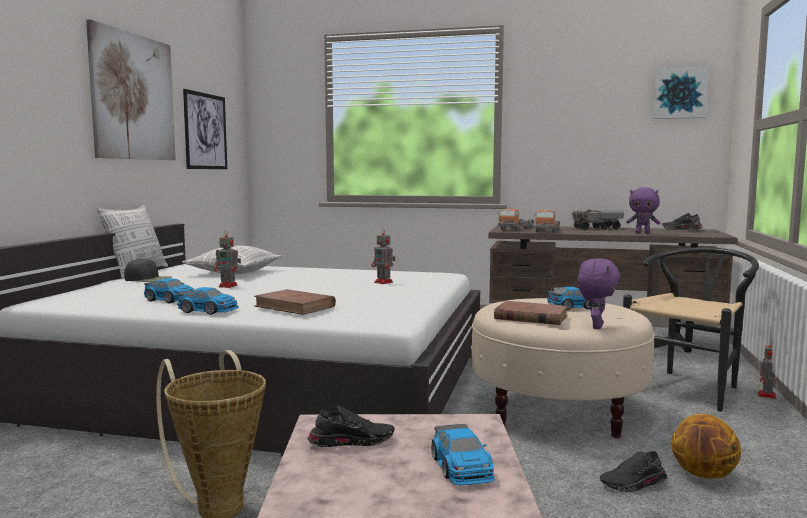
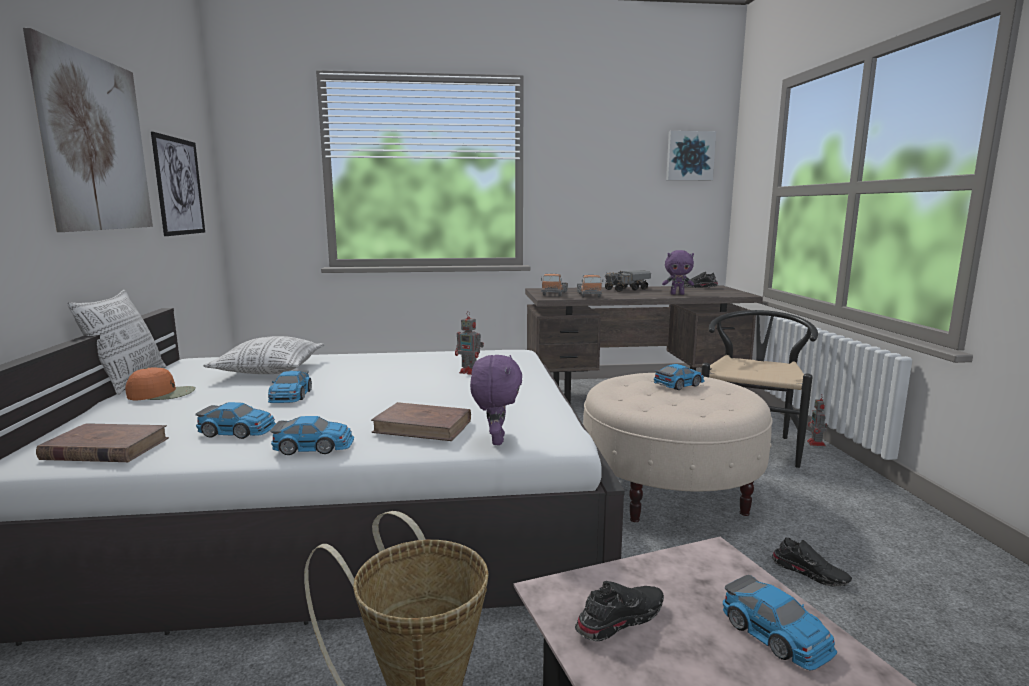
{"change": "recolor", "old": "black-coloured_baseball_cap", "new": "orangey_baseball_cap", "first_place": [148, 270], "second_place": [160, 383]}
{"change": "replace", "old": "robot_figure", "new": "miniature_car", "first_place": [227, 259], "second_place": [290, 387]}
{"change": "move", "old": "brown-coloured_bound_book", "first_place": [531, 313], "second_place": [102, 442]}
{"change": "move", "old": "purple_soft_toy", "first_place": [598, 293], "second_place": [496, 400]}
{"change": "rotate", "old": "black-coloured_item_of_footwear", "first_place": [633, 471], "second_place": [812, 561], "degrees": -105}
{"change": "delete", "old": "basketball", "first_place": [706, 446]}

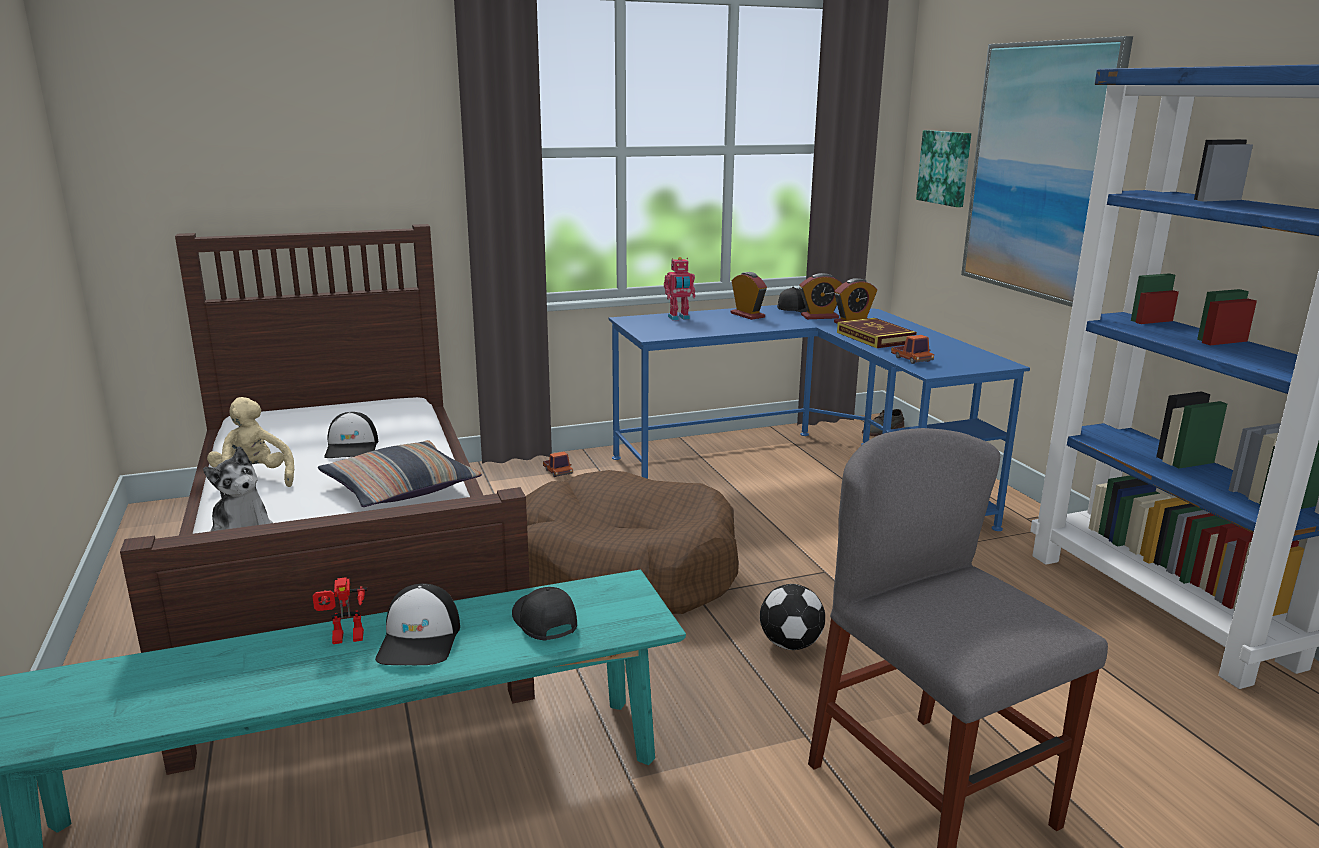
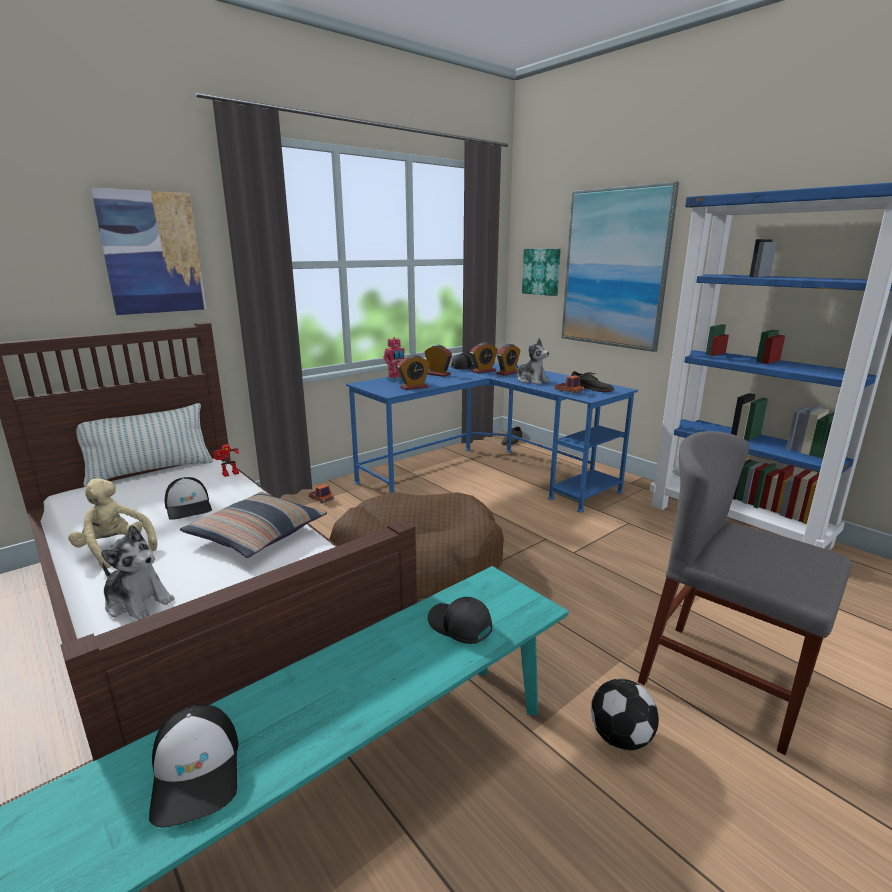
{"change": "move", "old": "robot_figure", "first_place": [340, 610], "second_place": [226, 460]}
{"change": "move", "old": "baseball_cap", "first_place": [417, 624], "second_place": [194, 766]}
{"change": "move", "old": "football_ball", "first_place": [792, 617], "second_place": [625, 715]}
{"change": "replace", "old": "bound_book", "new": "soft_toy", "first_place": [877, 333], "second_place": [532, 361]}
{"change": "insert", "new": "pillow", "second_place": [144, 445]}
{"change": "insert", "new": "picture", "second_place": [148, 251]}
{"change": "insert", "new": "alarm_clock", "second_place": [413, 372]}
{"change": "insert", "new": "gray_item_of_footwear", "second_place": [592, 381]}

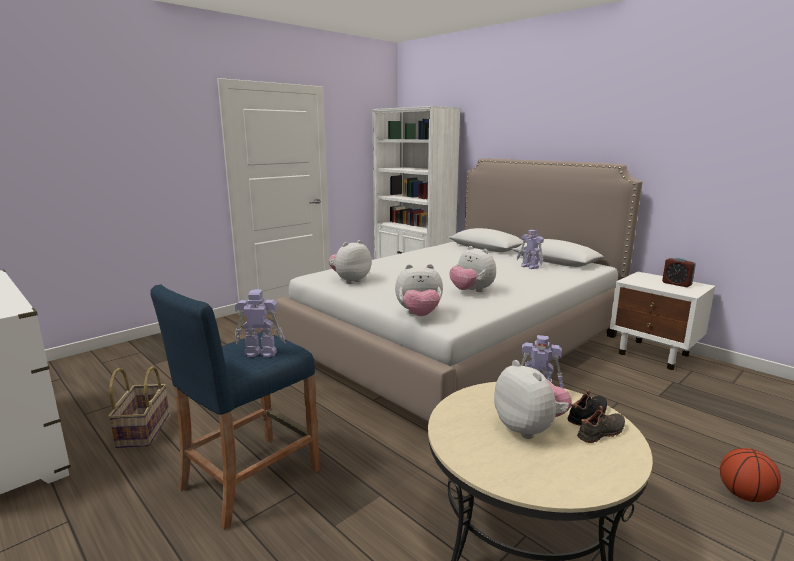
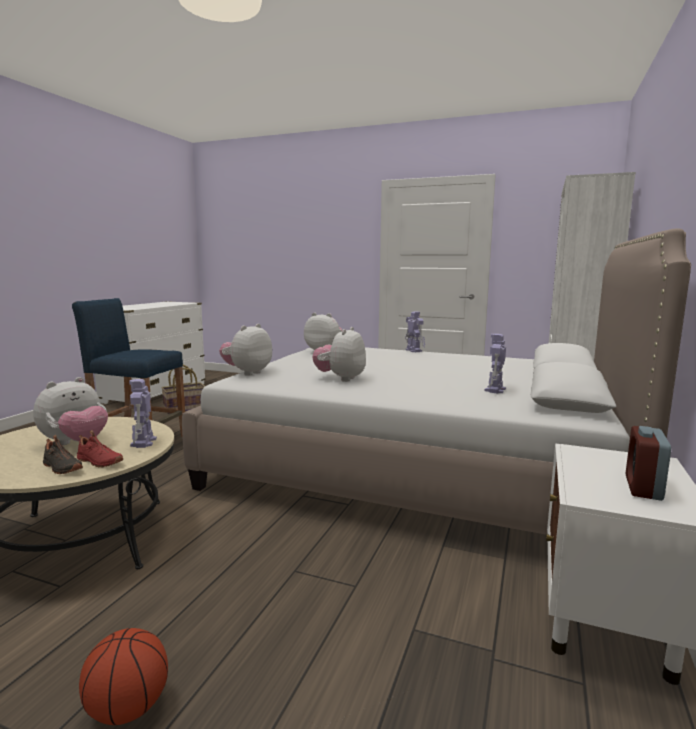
{"change": "move", "old": "robot_figure", "first_place": [260, 323], "second_place": [415, 332]}
{"change": "rotate", "old": "soft_toy", "first_place": [419, 290], "second_place": [245, 350], "degrees": 60}
{"change": "recolor", "old": "black-coloured_item_of_footwear", "new": "reddish_item_of_footwear", "first_place": [587, 407], "second_place": [100, 448]}

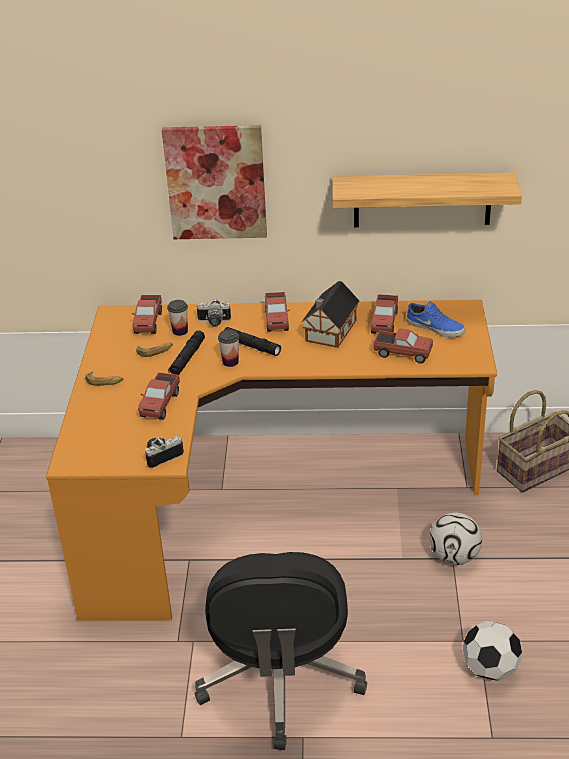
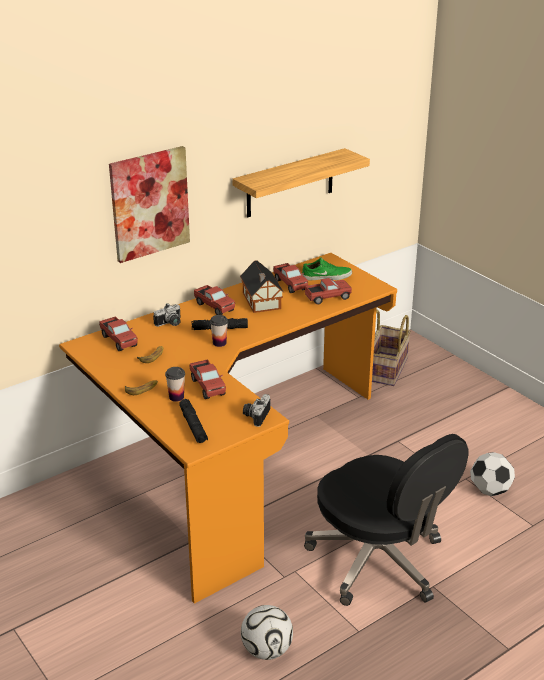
{"change": "move", "old": "cup", "first_place": [177, 318], "second_place": [175, 384]}
{"change": "move", "old": "black-coloured_torch", "first_place": [186, 352], "second_place": [193, 421]}
{"change": "recolor", "old": "blue_item_of_footwear", "new": "green-coloured_item_of_footwear", "first_place": [436, 319], "second_place": [327, 268]}
{"change": "move", "old": "football_ball", "first_place": [456, 538], "second_place": [267, 632]}

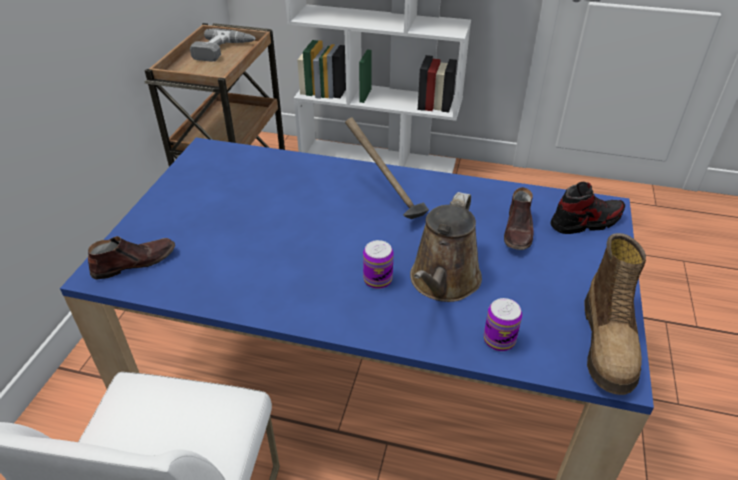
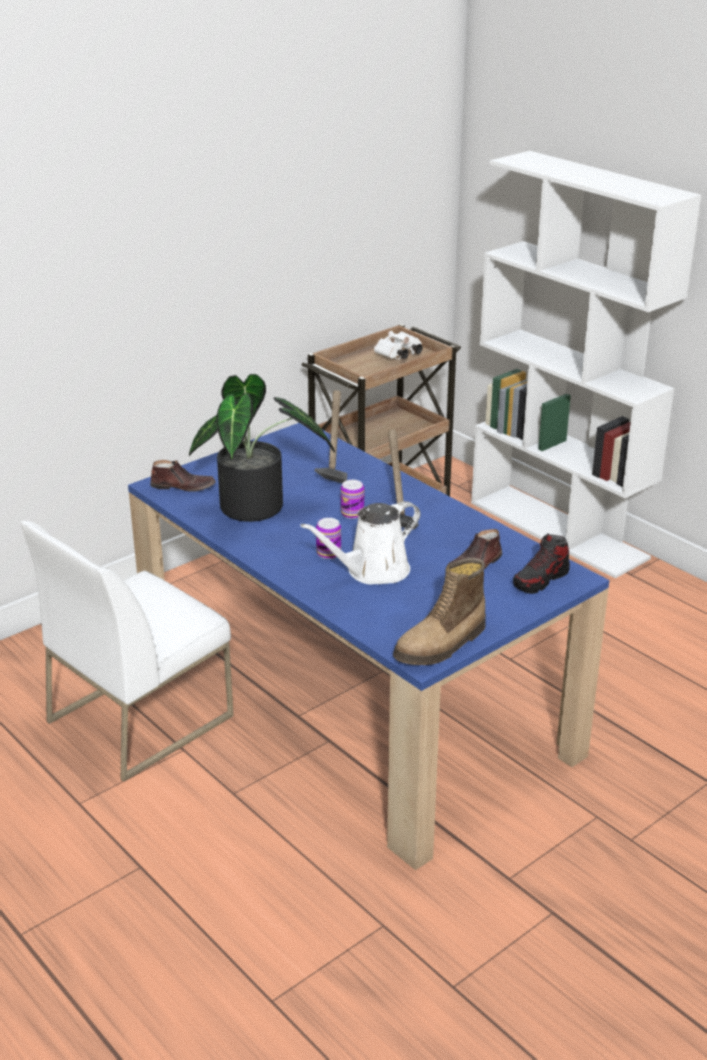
{"change": "replace", "old": "electric_drill", "new": "white_binoculars", "first_place": [223, 45], "second_place": [398, 345]}
{"change": "recolor", "old": "brown-coloured_watering_pot", "new": "white_watering_pot", "first_place": [446, 247], "second_place": [360, 542]}
{"change": "move", "old": "can", "first_place": [503, 324], "second_place": [352, 499]}
{"change": "rotate", "old": "item_of_footwear", "first_place": [587, 208], "second_place": [541, 563], "degrees": 120}
{"change": "insert", "new": "plant_in_a_pot", "second_place": [262, 448]}
{"change": "insert", "new": "tool_hammer", "second_place": [331, 436]}

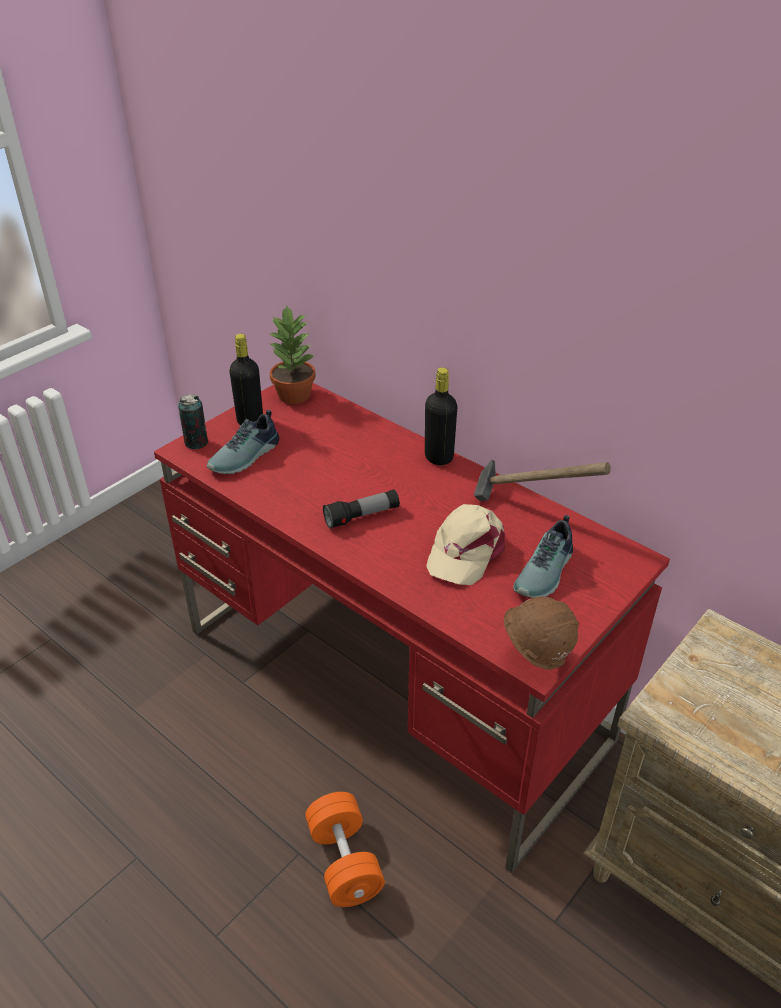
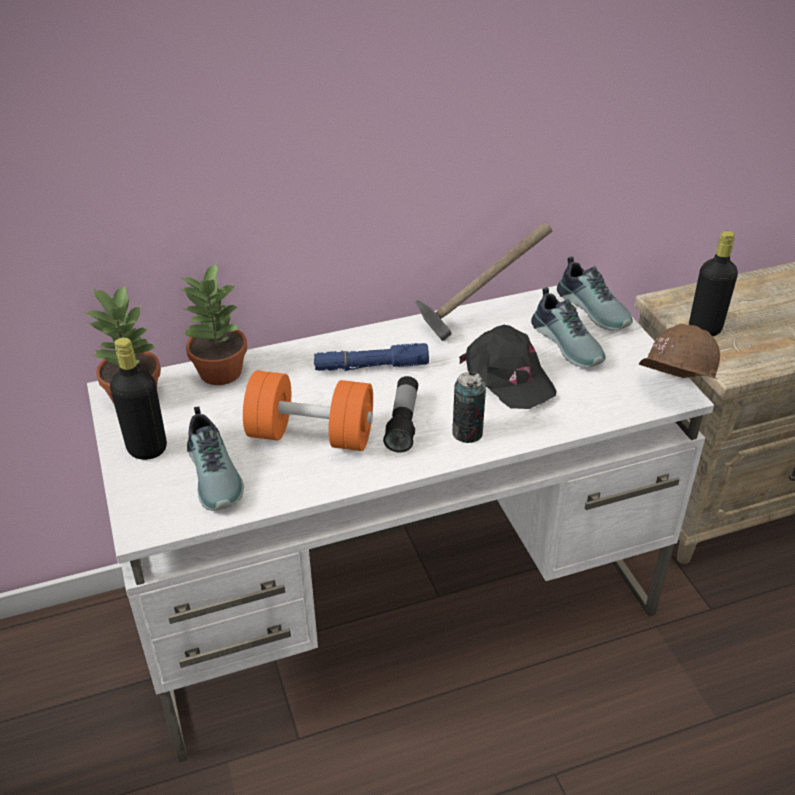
{"change": "recolor", "old": "reddish_desk_unit", "new": "white_desk_unit", "first_place": [412, 628], "second_place": [400, 524]}
{"change": "move", "old": "can", "first_place": [193, 421], "second_place": [469, 407]}
{"change": "move", "old": "orangey_free_weight", "first_place": [345, 849], "second_place": [308, 411]}
{"change": "move", "old": "black-coloured_beverage_bottle", "first_place": [441, 416], "second_place": [713, 283]}
{"change": "recolor", "old": "beige-coloured_baseball_cap", "new": "black-coloured_baseball_cap", "first_place": [465, 544], "second_place": [507, 367]}
{"change": "insert", "new": "plant_in_a_pot", "second_place": [214, 323]}
{"change": "insert", "new": "blue_torch", "second_place": [371, 357]}
{"change": "insert", "new": "item_of_footwear", "second_place": [595, 293]}

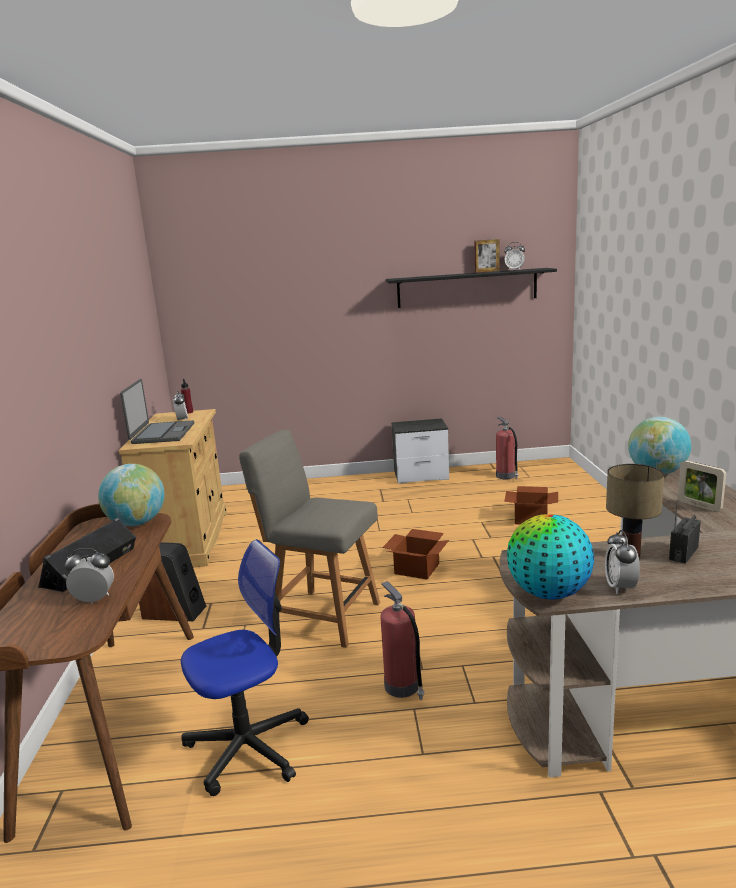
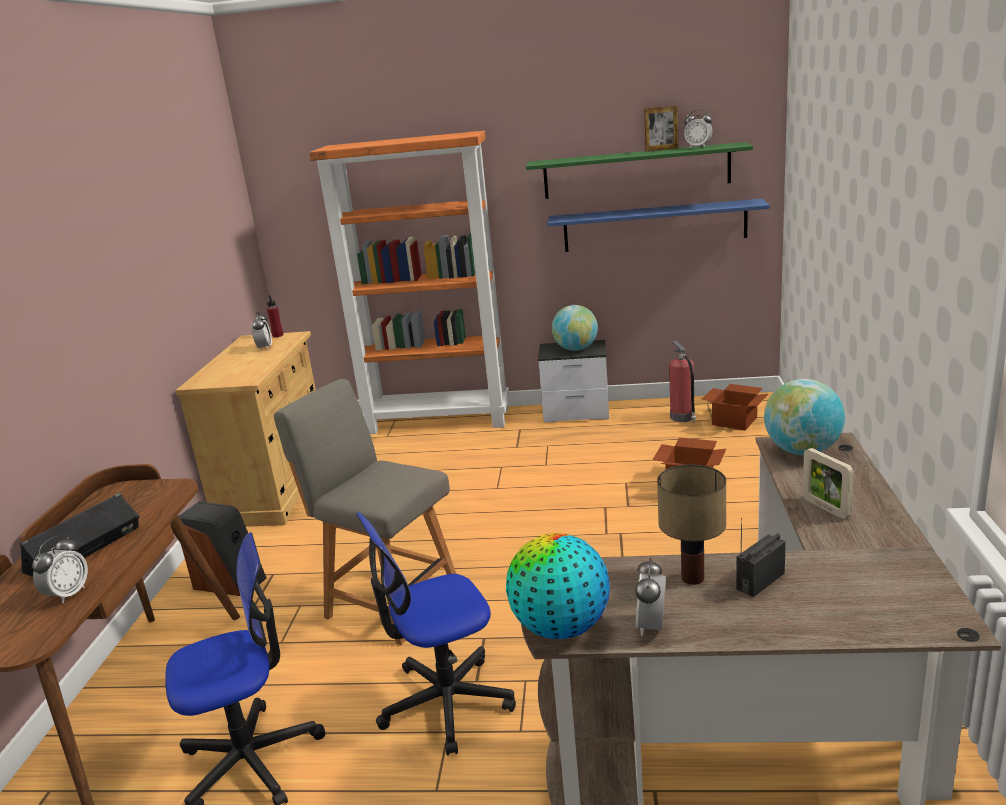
{"change": "rotate", "old": "alarm_clock", "first_place": [89, 575], "second_place": [60, 570], "degrees": 105}
{"change": "move", "old": "globe", "first_place": [131, 495], "second_place": [575, 328]}
{"change": "delete", "old": "notebook_computer", "first_place": [157, 411]}
{"change": "replace", "old": "fire-fighting_cylinder", "new": "office_chair", "first_place": [402, 640], "second_place": [436, 634]}
{"change": "move", "old": "cardboard_box", "first_place": [415, 554], "second_place": [735, 407]}
{"change": "recolor", "old": "black-coloured_bracket_shelf", "new": "green-coloured_bracket_shelf", "first_place": [471, 288], "second_place": [639, 170]}
{"change": "insert", "new": "orangey_shelving_unit", "second_place": [409, 282]}
{"change": "insert", "new": "blue_bracket_shelf", "second_place": [658, 225]}

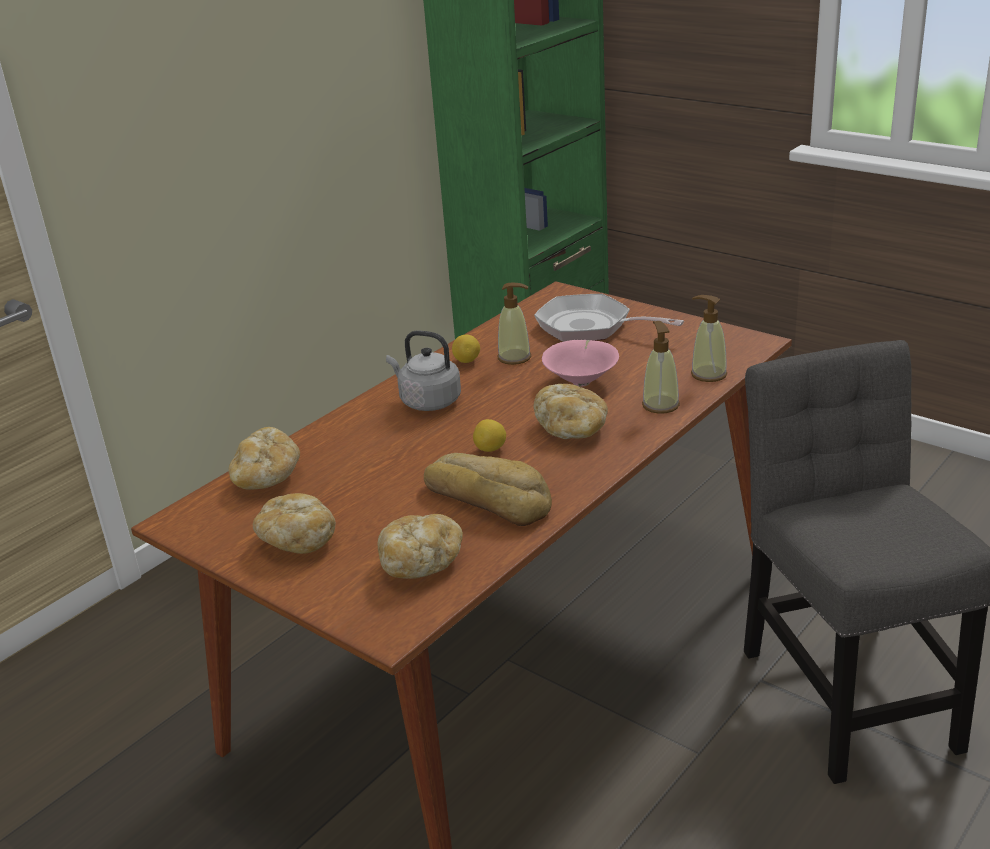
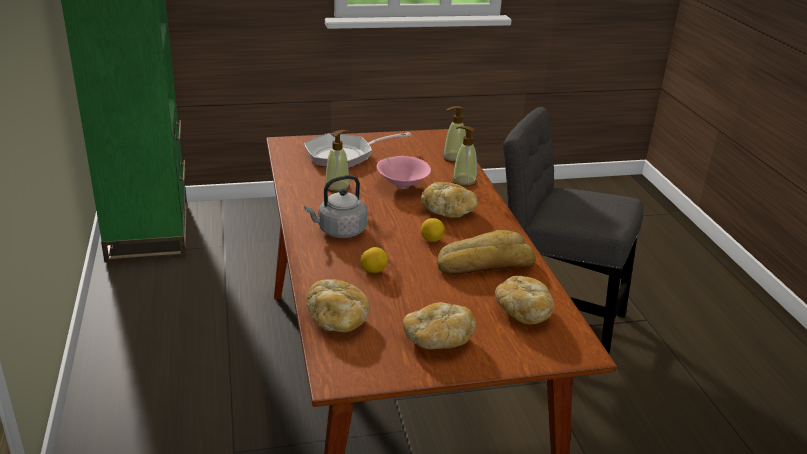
{"change": "move", "old": "lemon", "first_place": [466, 349], "second_place": [374, 260]}

